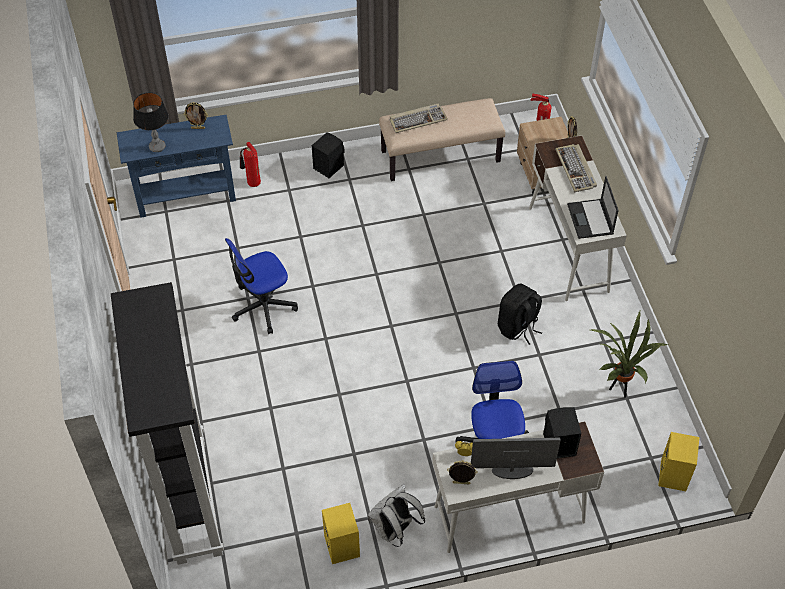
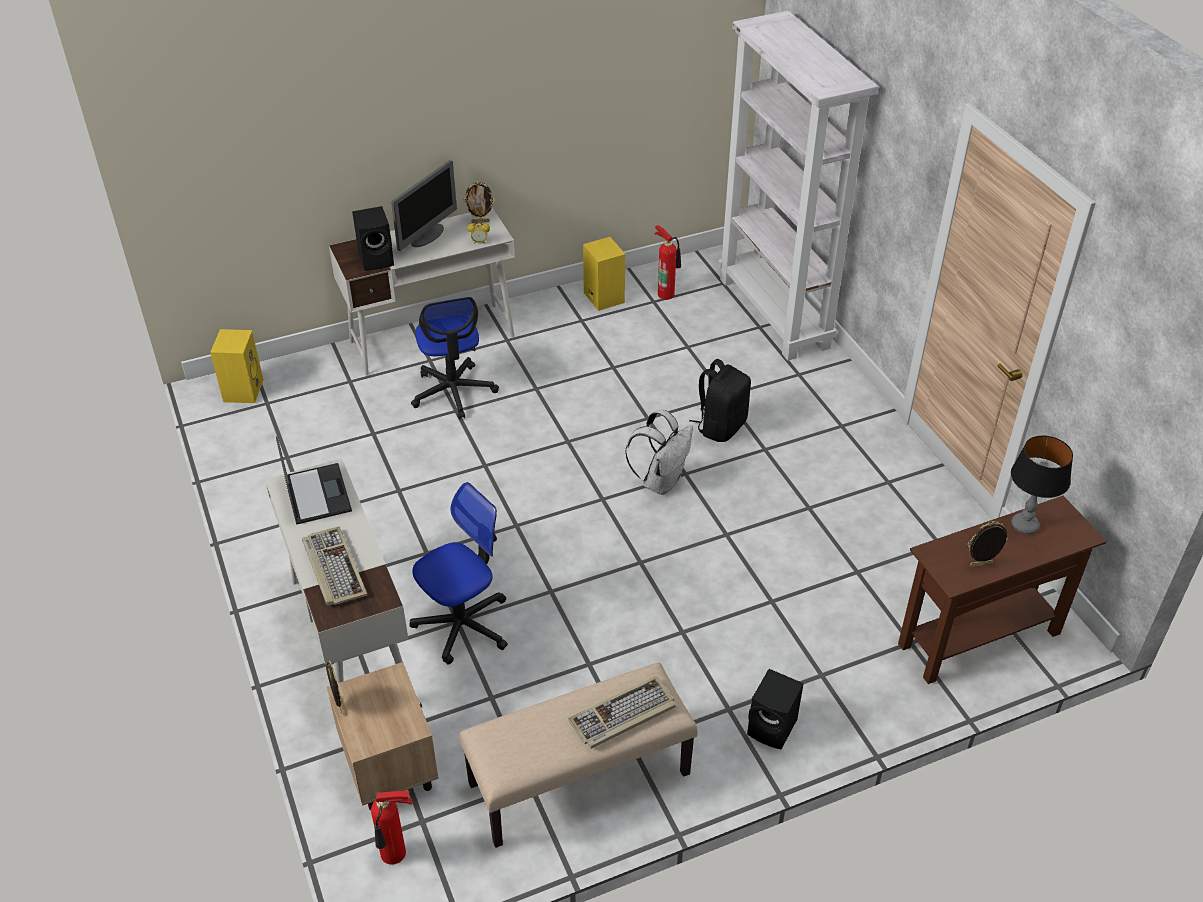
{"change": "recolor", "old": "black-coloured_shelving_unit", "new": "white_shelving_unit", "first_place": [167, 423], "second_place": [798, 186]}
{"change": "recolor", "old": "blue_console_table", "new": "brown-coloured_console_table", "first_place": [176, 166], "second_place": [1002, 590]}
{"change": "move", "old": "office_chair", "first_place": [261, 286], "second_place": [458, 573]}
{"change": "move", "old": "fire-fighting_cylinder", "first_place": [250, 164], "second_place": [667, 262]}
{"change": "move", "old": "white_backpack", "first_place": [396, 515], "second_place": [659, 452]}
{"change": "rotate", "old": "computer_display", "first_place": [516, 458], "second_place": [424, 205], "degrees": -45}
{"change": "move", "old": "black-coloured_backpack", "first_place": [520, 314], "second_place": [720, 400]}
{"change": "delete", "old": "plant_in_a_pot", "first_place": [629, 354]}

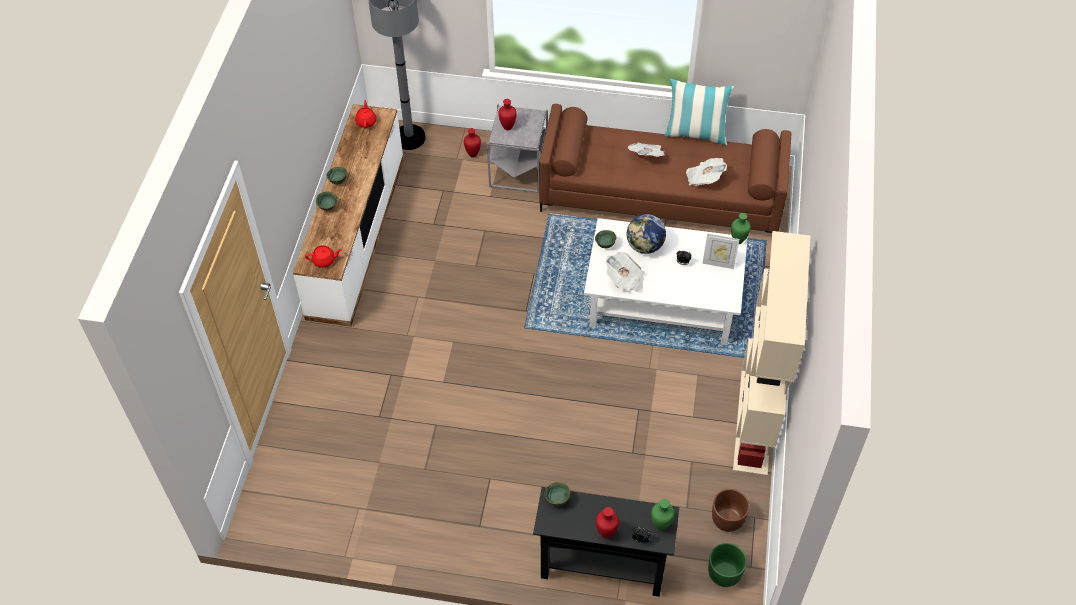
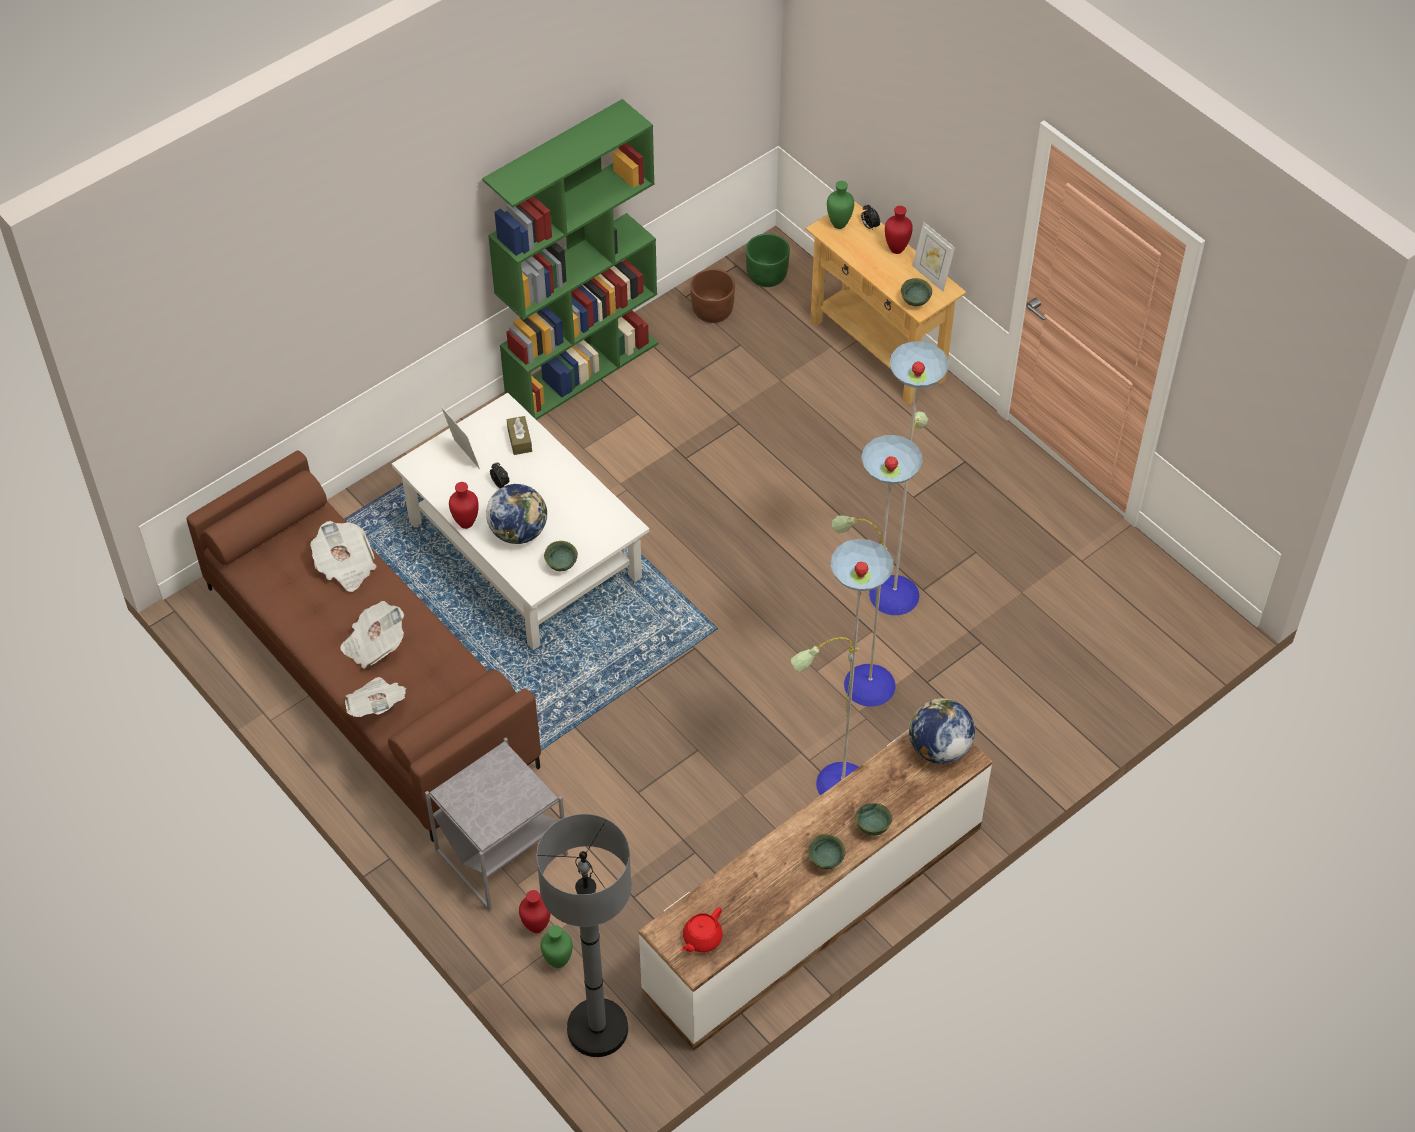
{"change": "replace", "old": "reddish_tea_pot", "new": "globe", "first_place": [323, 256], "second_place": [942, 731]}
{"change": "move", "old": "reddish_decorative_vase", "first_place": [507, 114], "second_place": [464, 505]}
{"change": "recolor", "old": "black-coloured_console_table", "new": "beige-coloured_console_table", "first_place": [606, 542], "second_place": [886, 303]}
{"change": "move", "old": "daily_paper", "first_place": [625, 272], "second_place": [375, 697]}
{"change": "delete", "old": "pillow", "first_place": [699, 112]}
{"change": "move", "old": "green-coloured_decorative_vase", "first_place": [741, 228], "second_place": [557, 946]}
{"change": "recolor", "old": "beige-coloured_shelving_unit", "new": "green-coloured_shelving_unit", "first_place": [771, 353], "second_place": [570, 259]}
{"change": "insert", "new": "brown-coloured_tissue_box", "second_place": [519, 435]}
{"change": "insert", "new": "floor_lamp", "second_place": [870, 568]}
{"change": "insert", "new": "photo_frame", "second_place": [934, 257]}

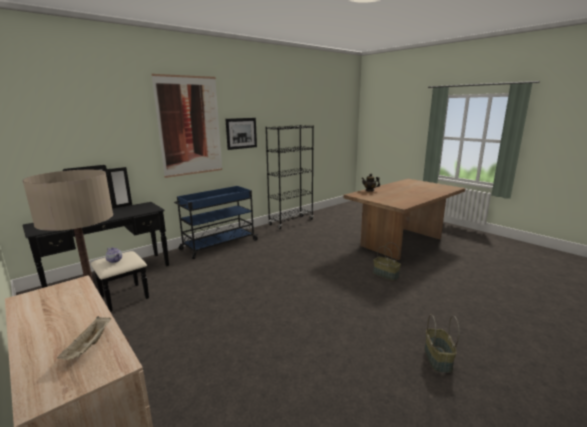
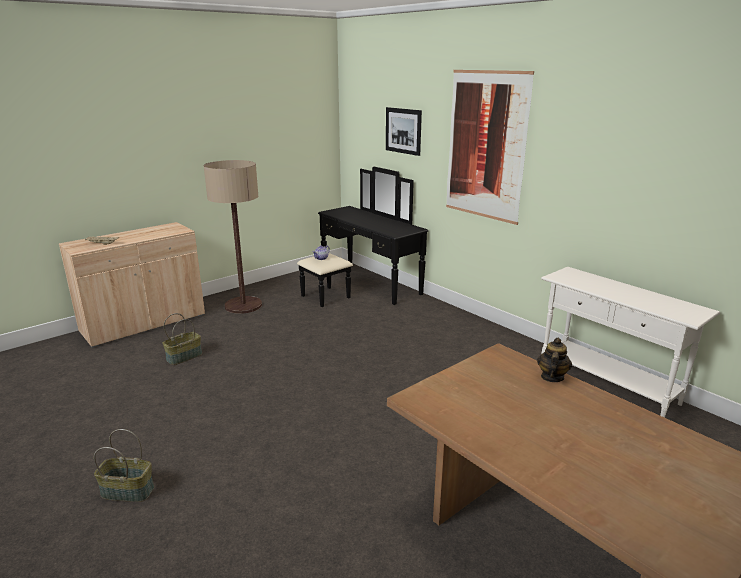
{"change": "delete", "old": "blue_wheeled_cart", "first_place": [216, 222]}
{"change": "move", "old": "picture", "first_place": [241, 134], "second_place": [404, 131]}
{"change": "replace", "old": "black-coloured_shelving_unit", "new": "white_console_table", "first_place": [290, 177], "second_place": [630, 342]}
{"change": "move", "old": "storage_basket", "first_place": [387, 261], "second_place": [182, 339]}

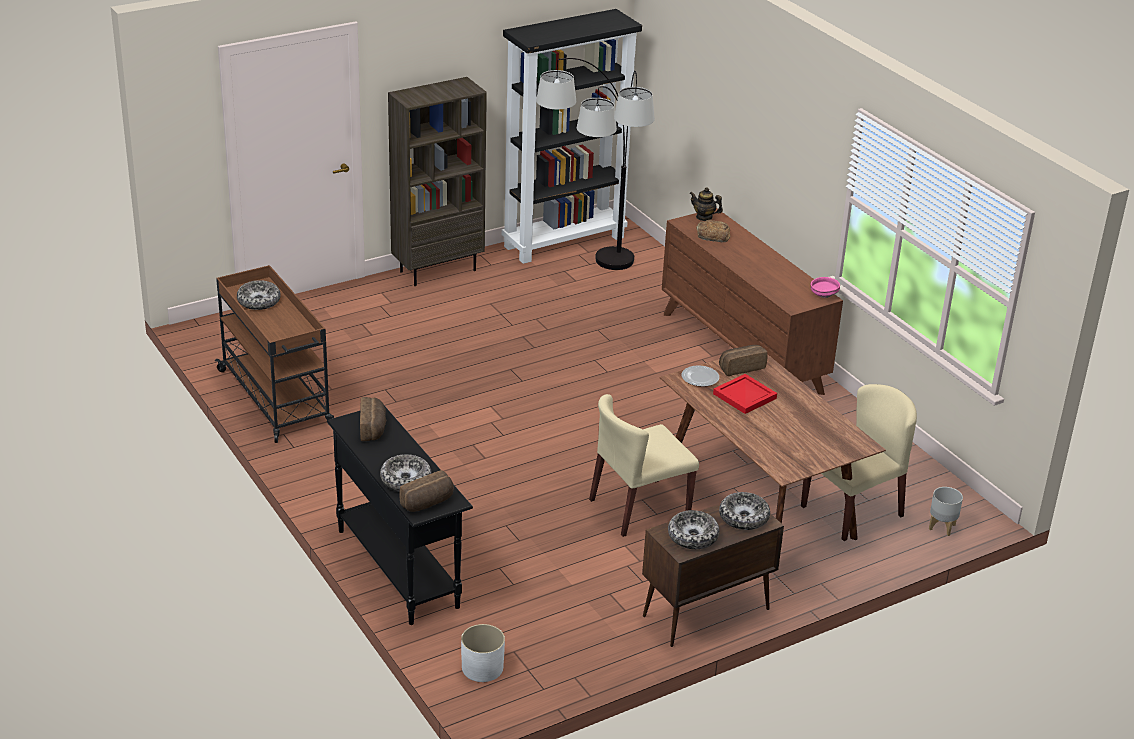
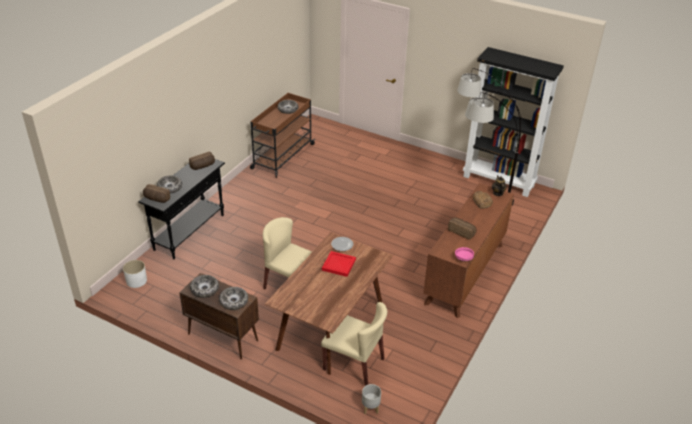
{"change": "delete", "old": "brown-coloured_shelving_unit", "first_place": [437, 181]}
{"change": "move", "old": "baked_bread", "first_place": [743, 360], "second_place": [462, 228]}

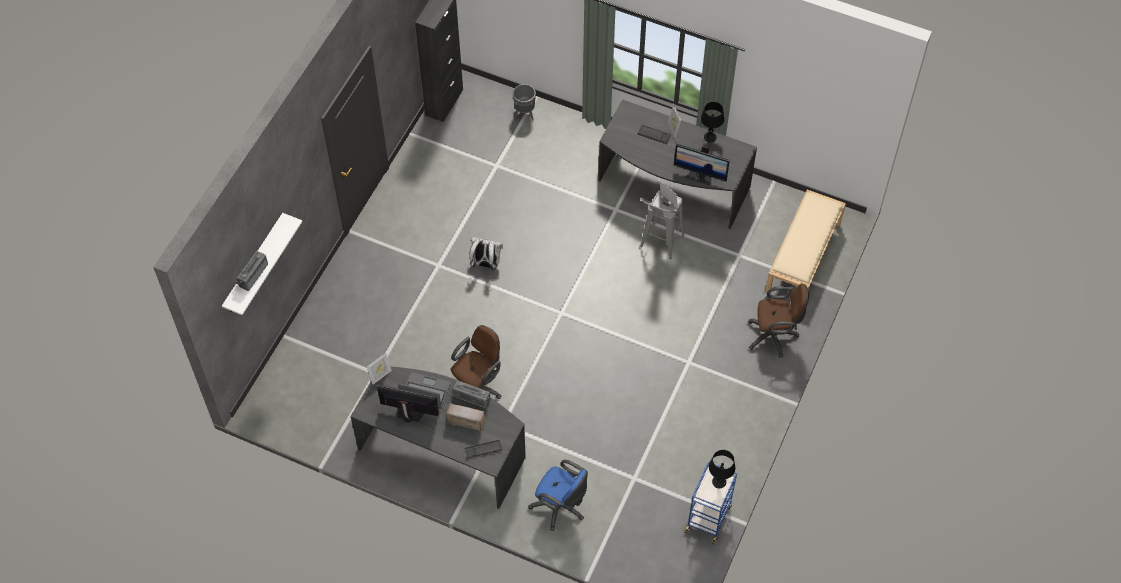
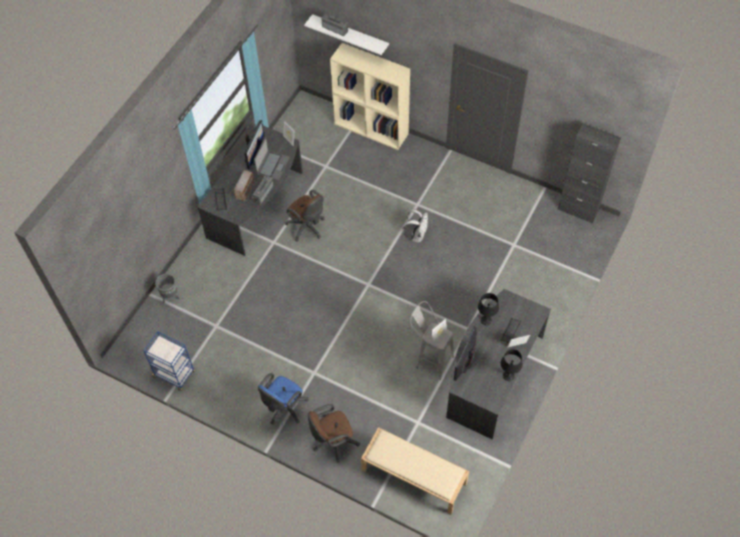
{"change": "move", "old": "gray_flower_pot", "first_place": [524, 102], "second_place": [167, 289]}
{"change": "move", "old": "blue_office_chair", "first_place": [558, 495], "second_place": [283, 399]}
{"change": "move", "old": "black-coloured_tabletop_lamp", "first_place": [722, 469], "second_place": [488, 309]}
{"change": "rotate", "old": "brown-coloured_office_chair", "first_place": [778, 321], "second_place": [334, 433], "degrees": 60}
{"change": "insert", "new": "beige-coloured_shelving_unit", "second_place": [370, 96]}

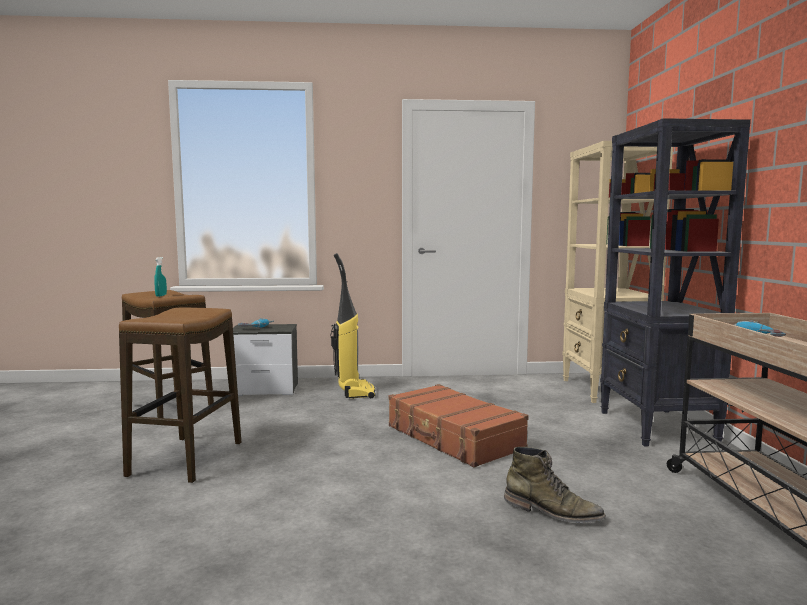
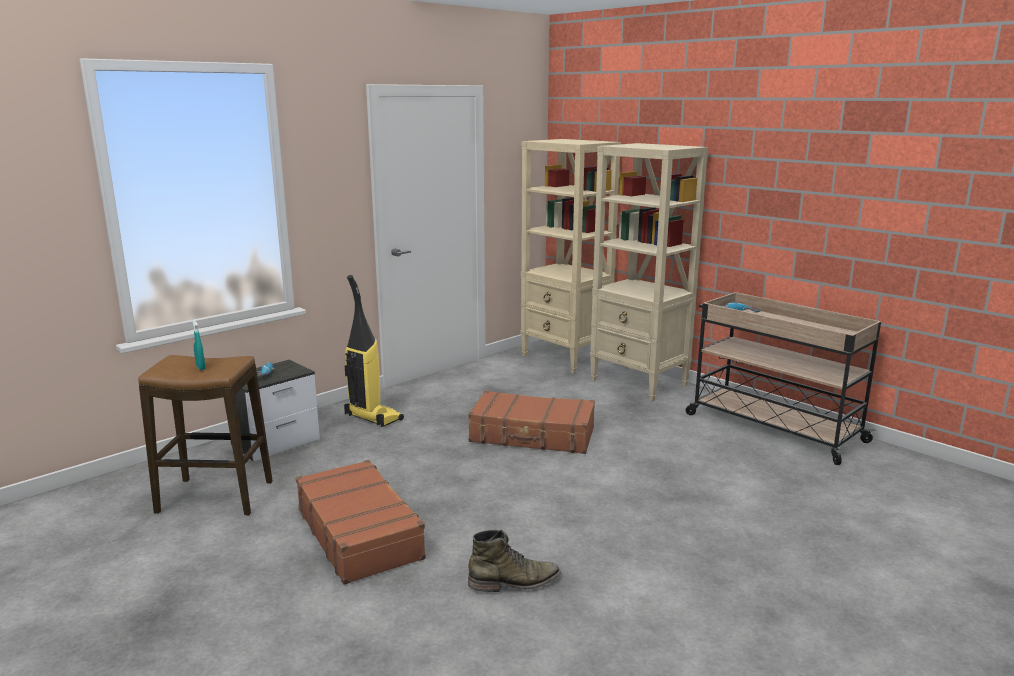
{"change": "replace", "old": "stool_seat", "new": "brown-coloured_piece_of_luggage", "first_place": [180, 395], "second_place": [361, 522]}
{"change": "move", "old": "green-coloured_high-top_boot", "first_place": [555, 485], "second_place": [514, 560]}
{"change": "recolor", "old": "black-coloured_shelving_unit", "new": "beige-coloured_shelving_unit", "first_place": [675, 282], "second_place": [649, 272]}

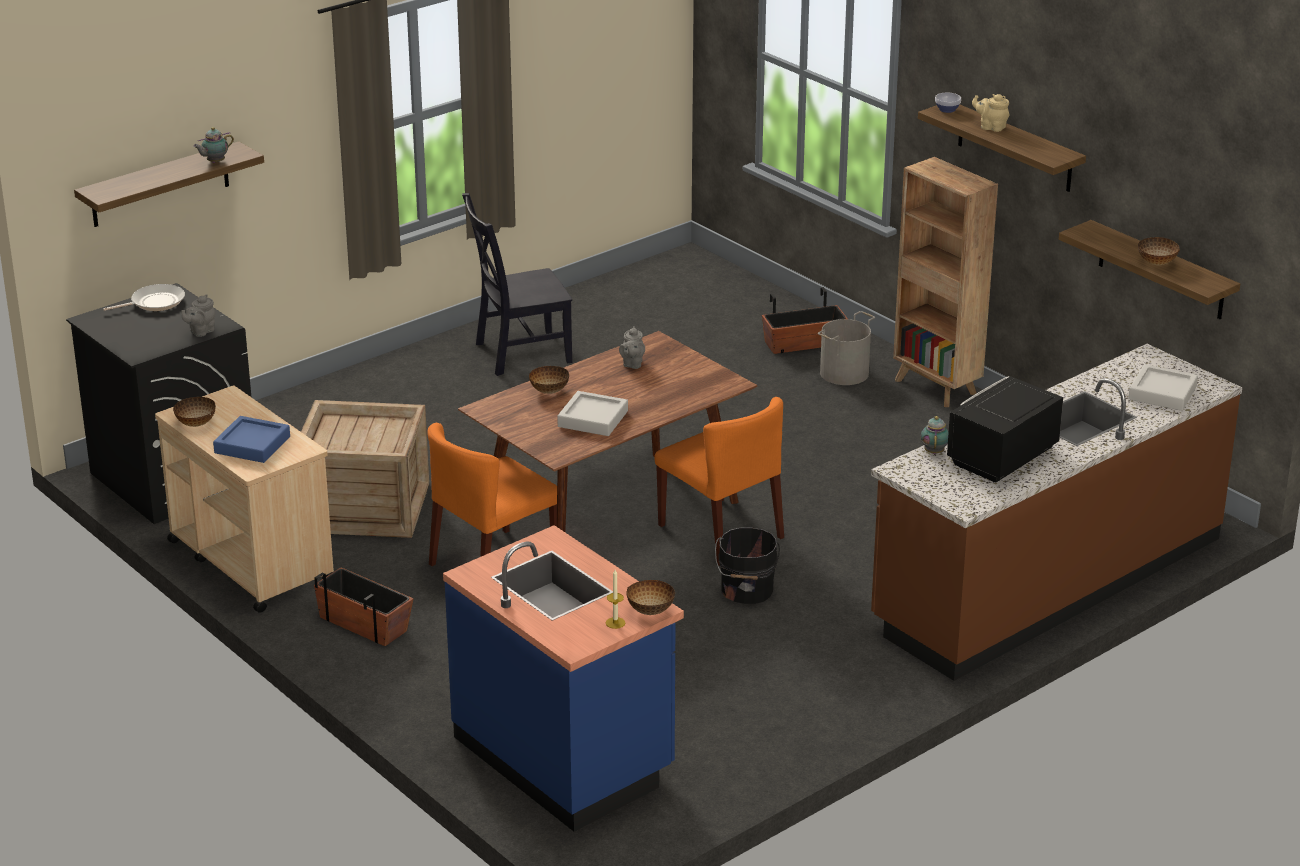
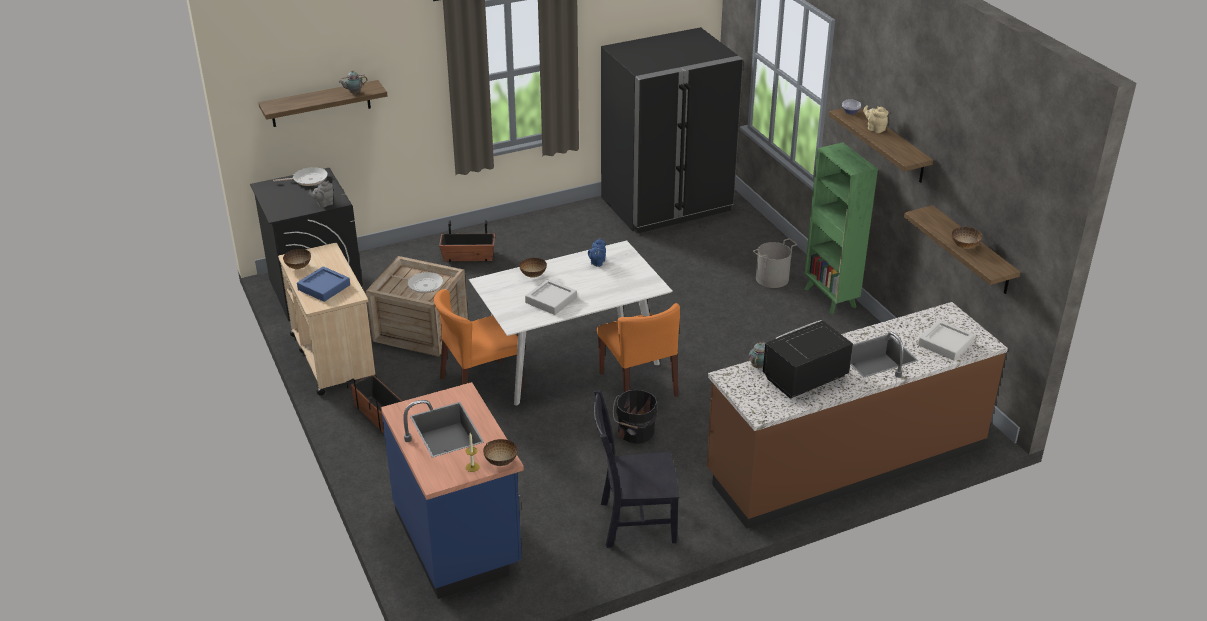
{"change": "recolor", "old": "brown-coloured_kitchen_table", "new": "white_kitchen_table", "first_place": [607, 431], "second_place": [571, 323]}
{"change": "move", "old": "black-coloured_chair", "first_place": [517, 284], "second_place": [636, 468]}
{"change": "recolor", "old": "gray_tea_pot", "new": "blue_tea_pot", "first_place": [632, 347], "second_place": [597, 252]}
{"change": "move", "old": "flower_pot", "first_place": [805, 320], "second_place": [467, 240]}
{"change": "recolor", "old": "brown-coloured_shelving_unit", "new": "green-coloured_shelving_unit", "first_place": [945, 282], "second_place": [841, 228]}
{"change": "insert", "new": "frying_pan", "second_place": [417, 283]}
{"change": "insert", "new": "black-coloured_refrigerator", "second_place": [672, 130]}

